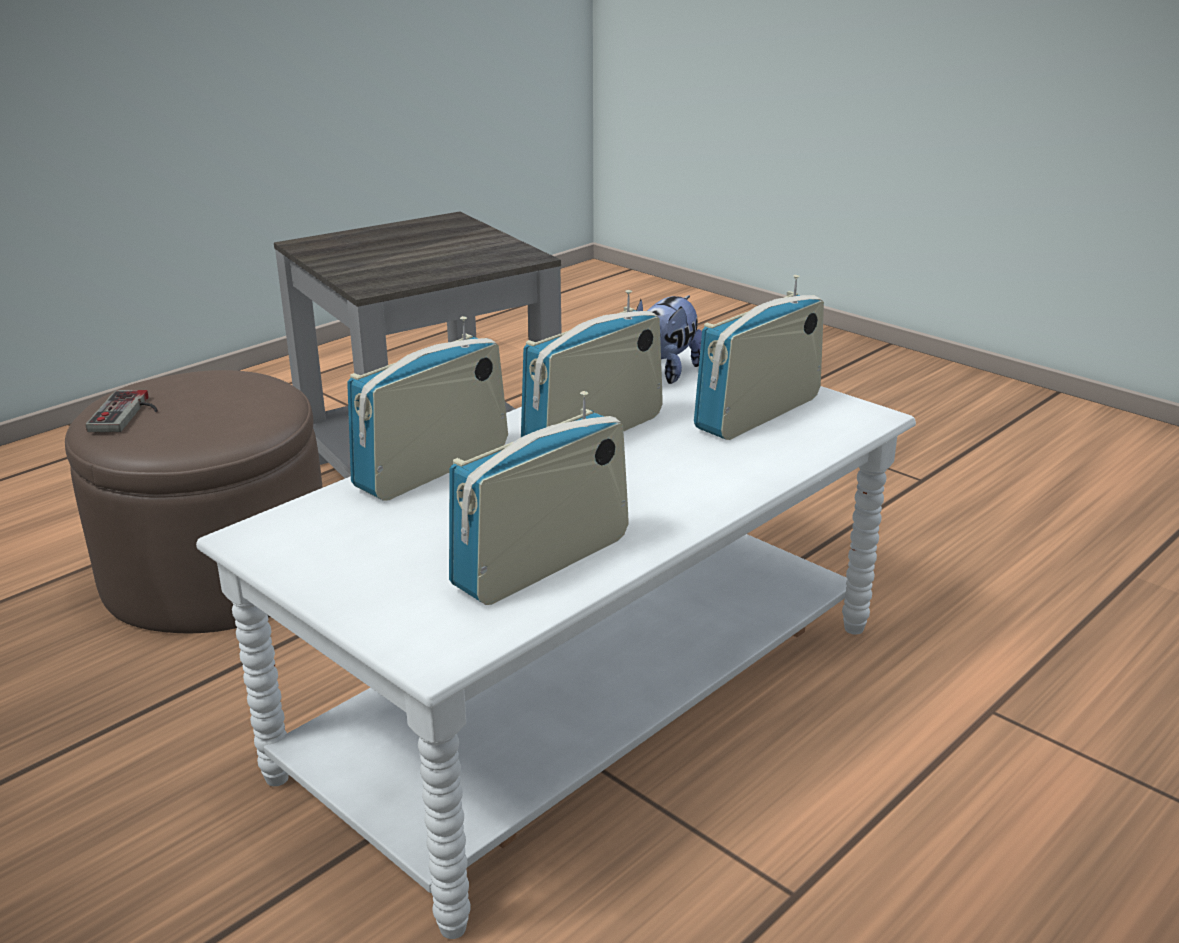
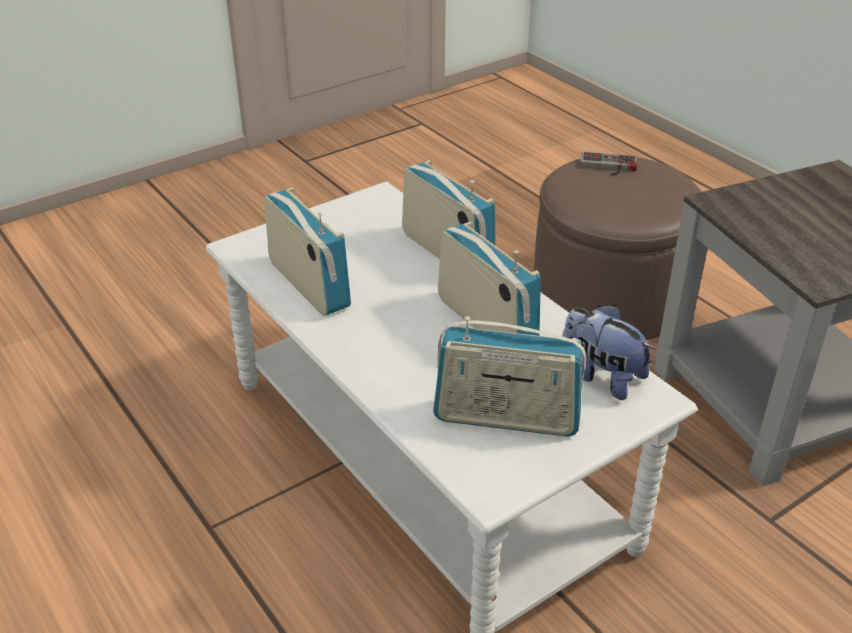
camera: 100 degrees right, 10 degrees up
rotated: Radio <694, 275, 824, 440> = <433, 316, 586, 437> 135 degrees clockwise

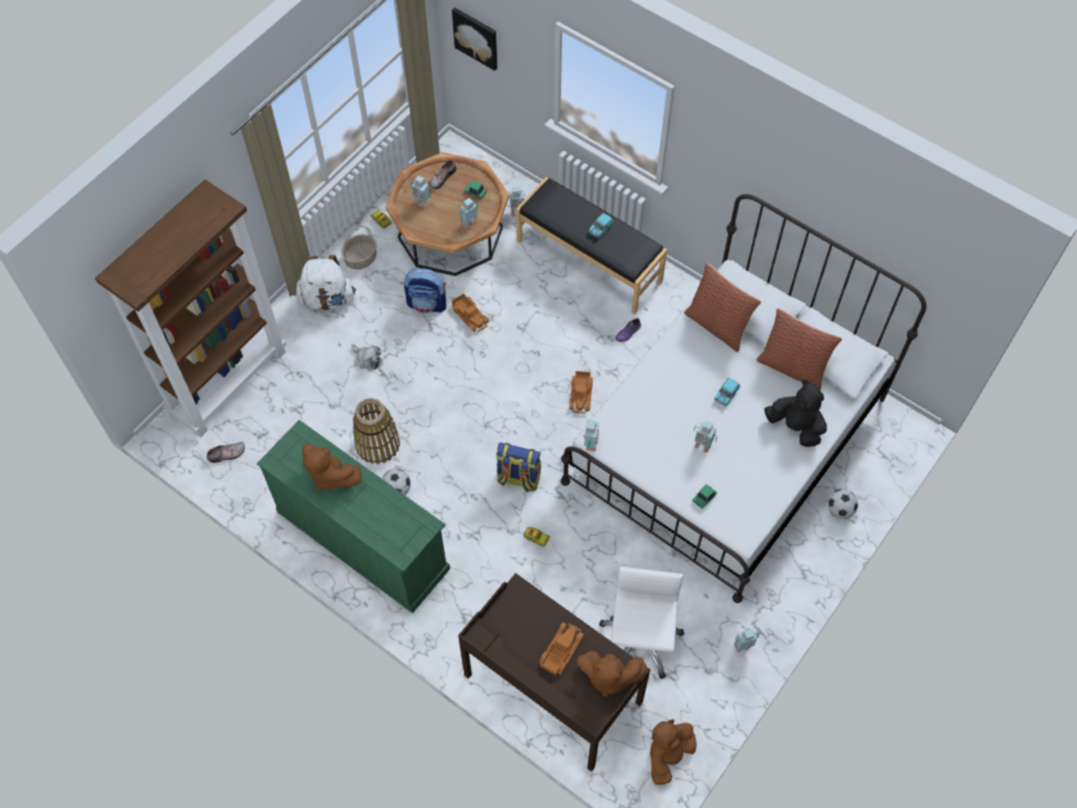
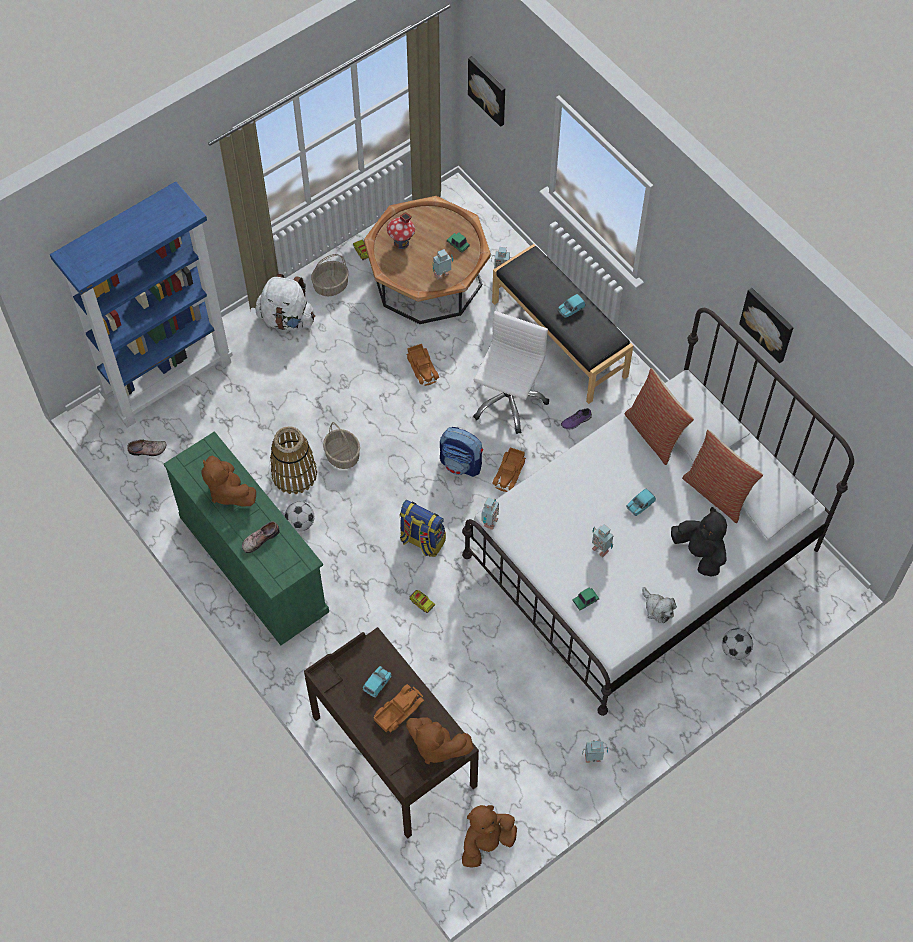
camera: 15 degrees right, 0 degrees up
new: Korb <323, 422, 360, 469>; Spielzeugauto (türkis) <363, 666, 392, 698>; Bild <739, 288, 794, 363>
shifted: Schuh <429, 160, 456, 189> to <242, 521, 280, 553>; Rucksack <404, 268, 446, 313> to <440, 427, 483, 477>; Bürostuhl (weiß) <599, 567, 684, 679> to <473, 311, 549, 434>; Plüschtier <351, 344, 382, 370> to <642, 587, 677, 623>
swapped: Spielzeugroboter <411, 175, 431, 209> to Spielzeughaus <387, 212, 415, 249>
repainted: Bücherregal (braun) <95, 179, 286, 437> to Bücherregal (blau) <50, 181, 233, 428>

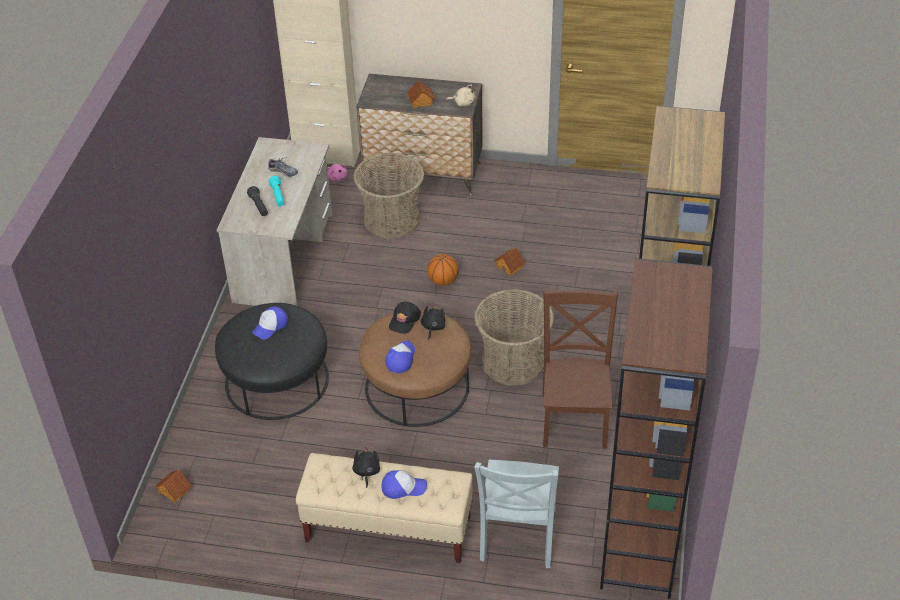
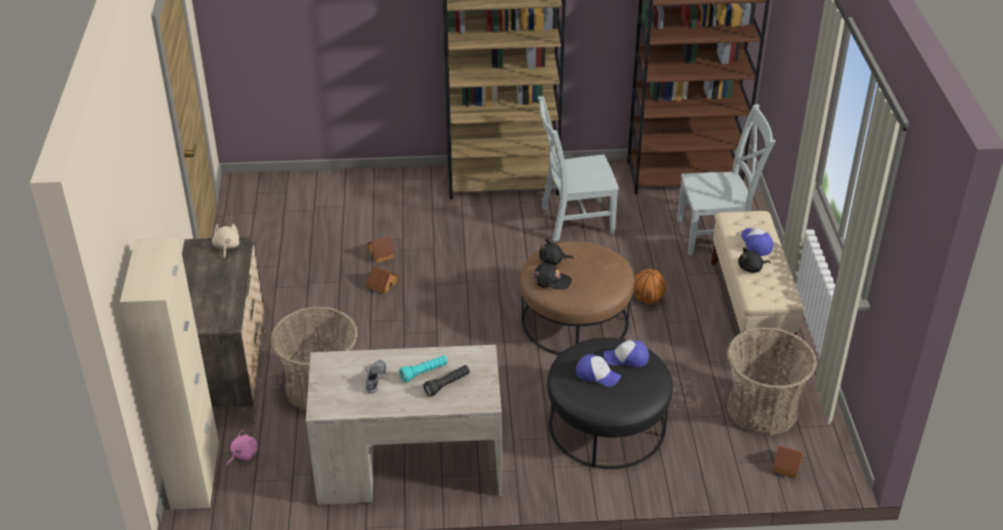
camera: 105 degrees left, 5 degrees down
shifted: Spielzeughaus <407, 80, 435, 108> to <367, 236, 396, 263>; Kappe <385, 341, 415, 373> to <603, 340, 649, 368>; Basketball <427, 254, 459, 286> to <633, 269, 666, 303>; Korb <475, 289, 554, 386> to <727, 327, 817, 436>
repainted: Stuhl (braun) <543, 289, 618, 449> to Stuhl (grau) <538, 96, 619, 242>

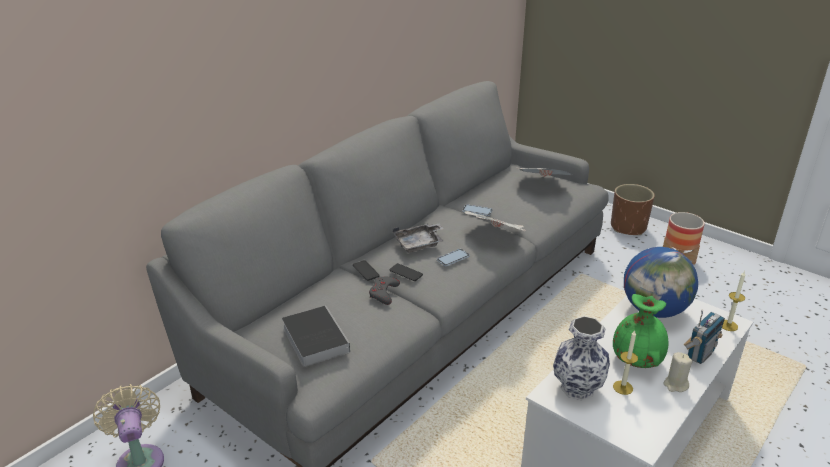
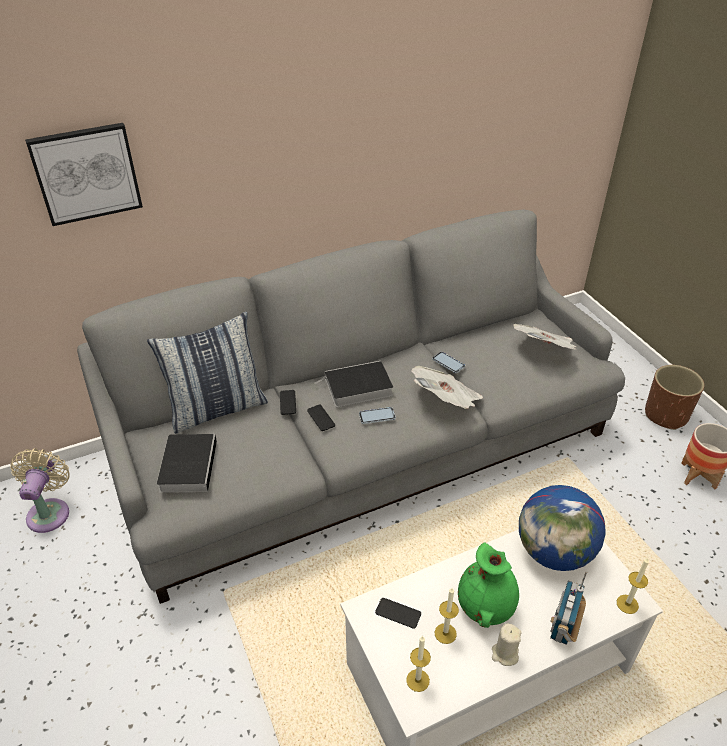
camera: 25 degrees right, 10 degrees up
gone: Gamepad (grau) <369, 277, 400, 305>
new: Bild <25, 123, 143, 226>; Kissen <147, 312, 268, 434>; Kerze <406, 636, 431, 692>
swapped: Tablett (grau) <393, 223, 443, 253> to Buch <315, 361, 393, 407>; Vase <553, 316, 610, 401> to Handy <375, 598, 421, 629>
rotated: Radio <684, 309, 725, 364> = <550, 571, 587, 645> 135 degrees clockwise

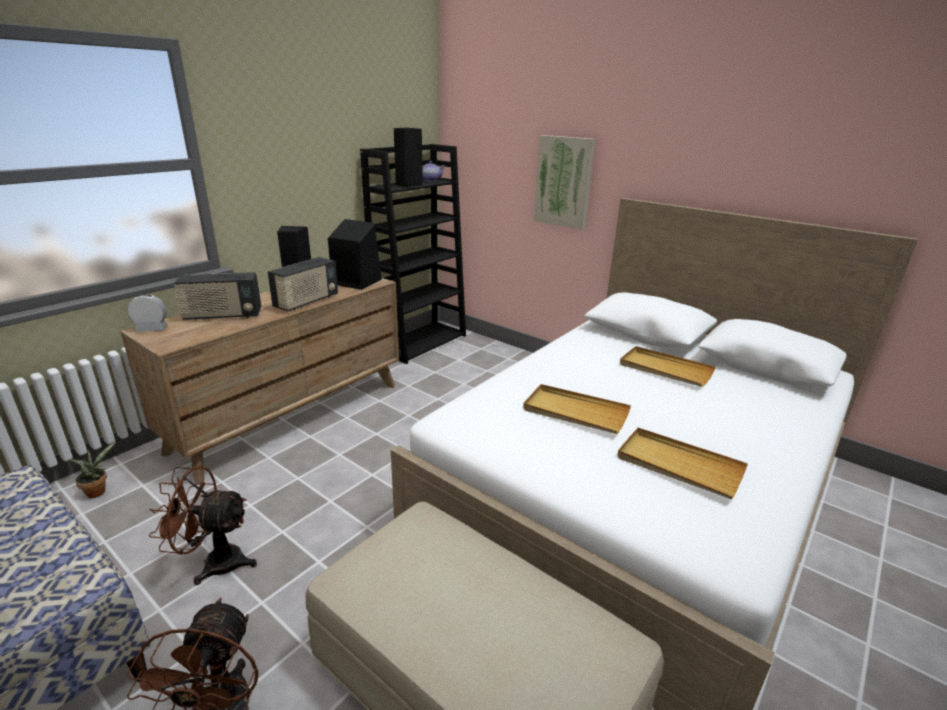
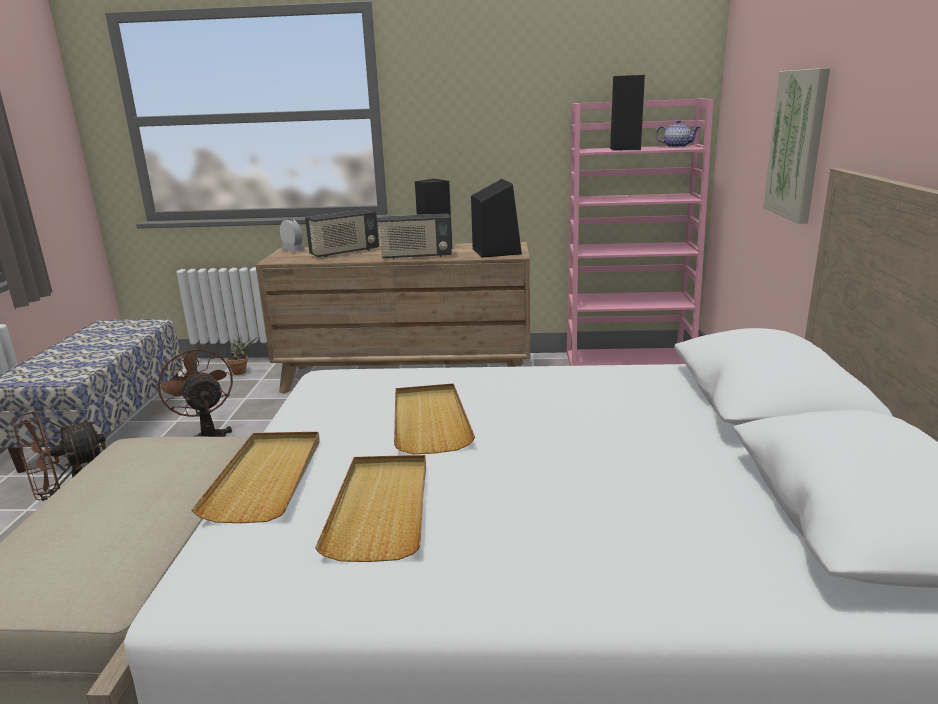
camera: 55 degrees right, 5 degrees down
shifted: Tablett (beige) <620, 346, 716, 387> to <192, 432, 320, 523>
repainted: Bücherregal (schwarz) <360, 144, 466, 364> to Bücherregal (rosa) <567, 99, 714, 366>
rotated: Radio <174, 272, 261, 321> = <305, 210, 379, 257> 75 degrees counterclockwise

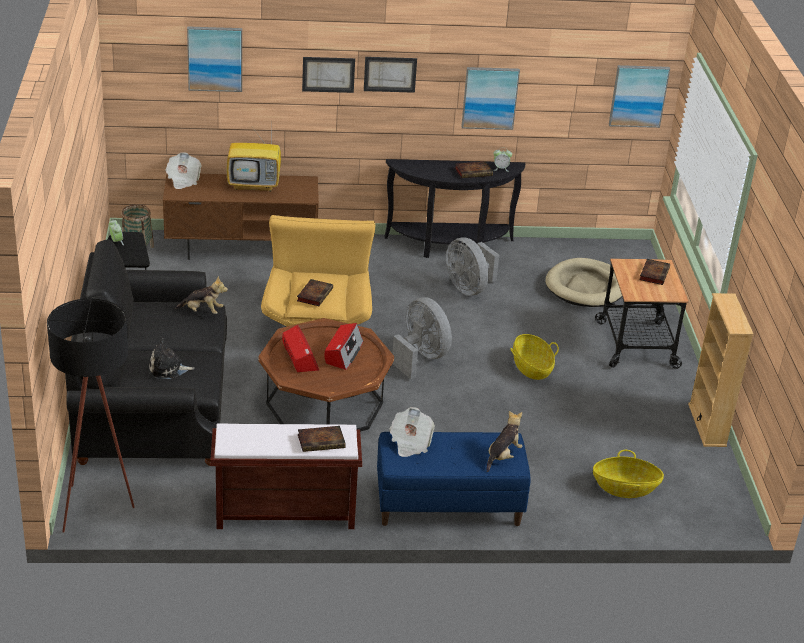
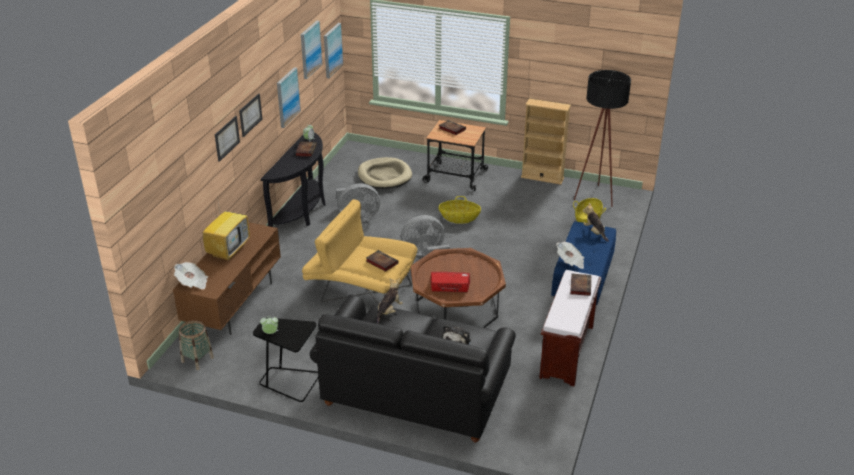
camera: 65 degrees left, 0 degrees up
gone: Radio <325, 323, 363, 370>
shifted: Bild <187, 26, 242, 92> to <301, 21, 323, 79>; Stehlampe (schwarz) <47, 298, 135, 533> to <574, 70, 631, 207>

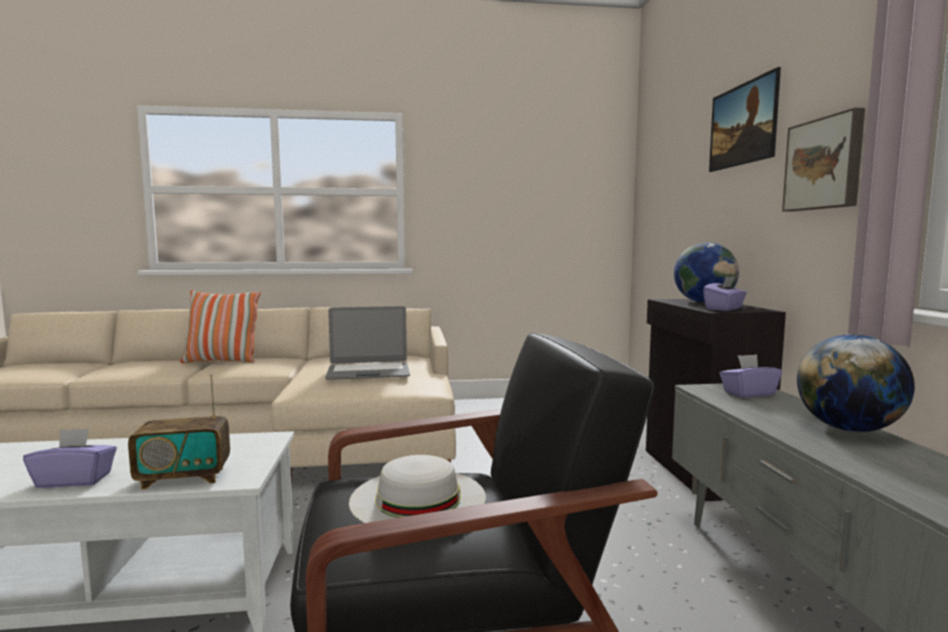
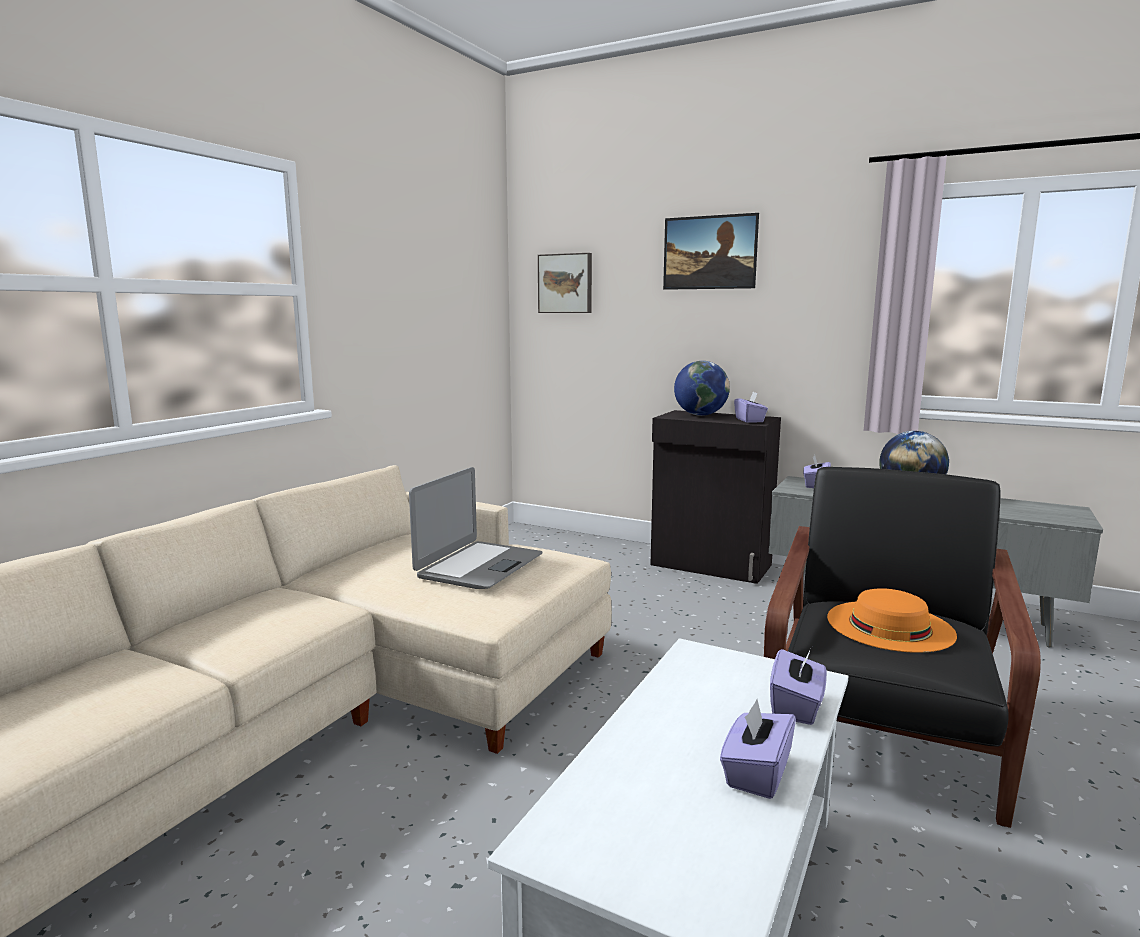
camera: 55 degrees left, 5 degrees up
gone: Kissen <180, 290, 261, 363>
shifted: Bild <782, 108, 865, 211> to <538, 253, 592, 313>
swapped: Radio <128, 374, 230, 490> to Taschentuchbox (lila) <770, 647, 827, 725>
repainted: Hut (weiß) <349, 455, 486, 523> to Hut (orange) <827, 588, 957, 653>

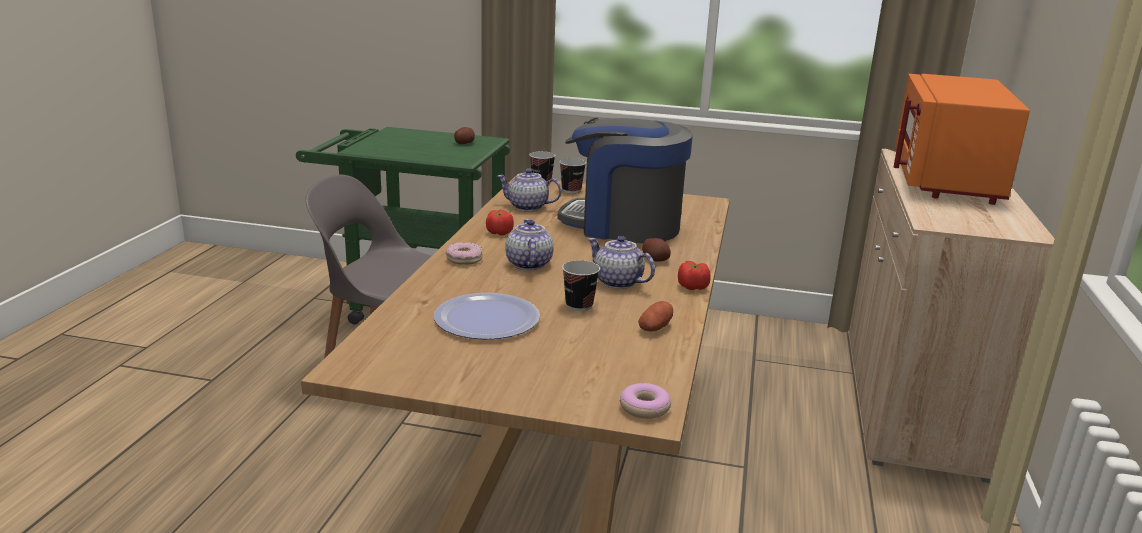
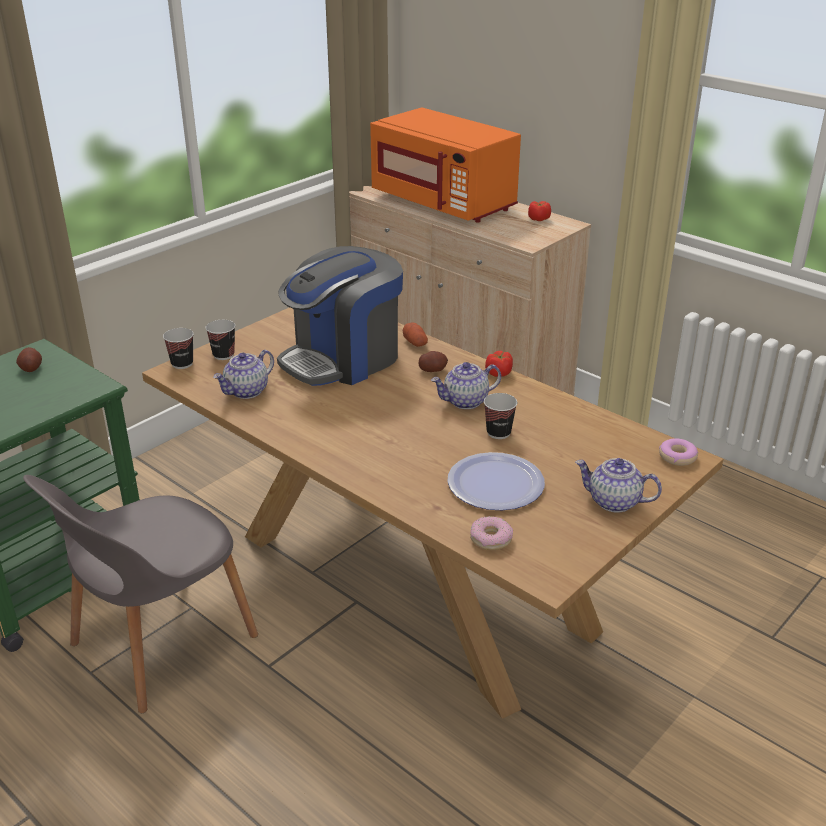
camera: 60 degrees left, 10 degrees up
shifted: Kartoffel <638, 301, 673, 332> to <403, 322, 428, 347>; Donut <446, 242, 483, 265> to <470, 516, 513, 550>; Tomate <486, 210, 514, 236> to <528, 201, 551, 221>; Teekanne <505, 219, 554, 270> to <575, 458, 662, 513>

